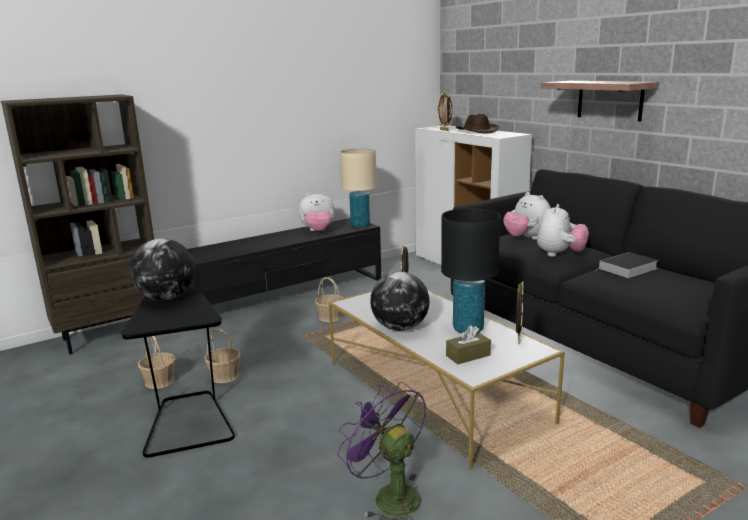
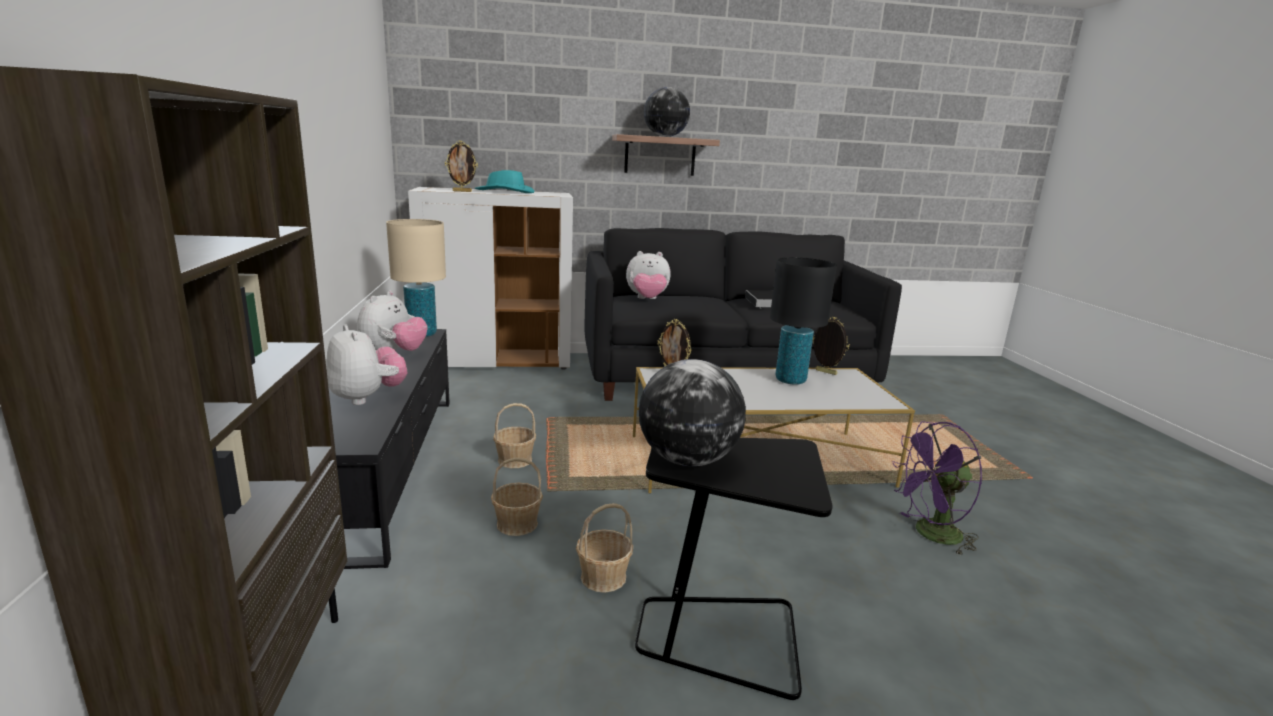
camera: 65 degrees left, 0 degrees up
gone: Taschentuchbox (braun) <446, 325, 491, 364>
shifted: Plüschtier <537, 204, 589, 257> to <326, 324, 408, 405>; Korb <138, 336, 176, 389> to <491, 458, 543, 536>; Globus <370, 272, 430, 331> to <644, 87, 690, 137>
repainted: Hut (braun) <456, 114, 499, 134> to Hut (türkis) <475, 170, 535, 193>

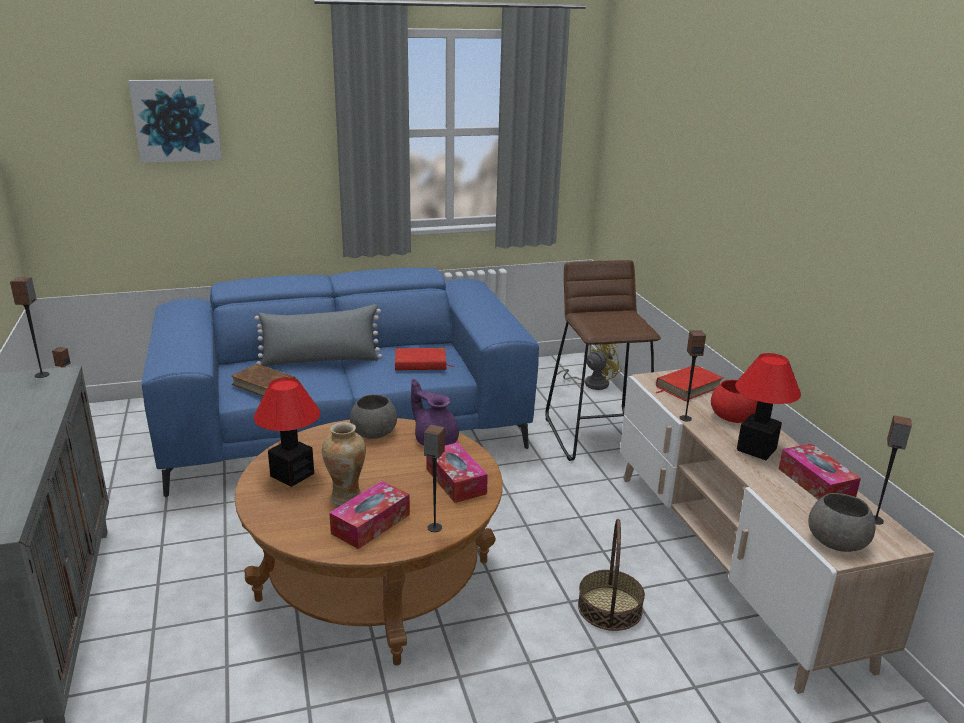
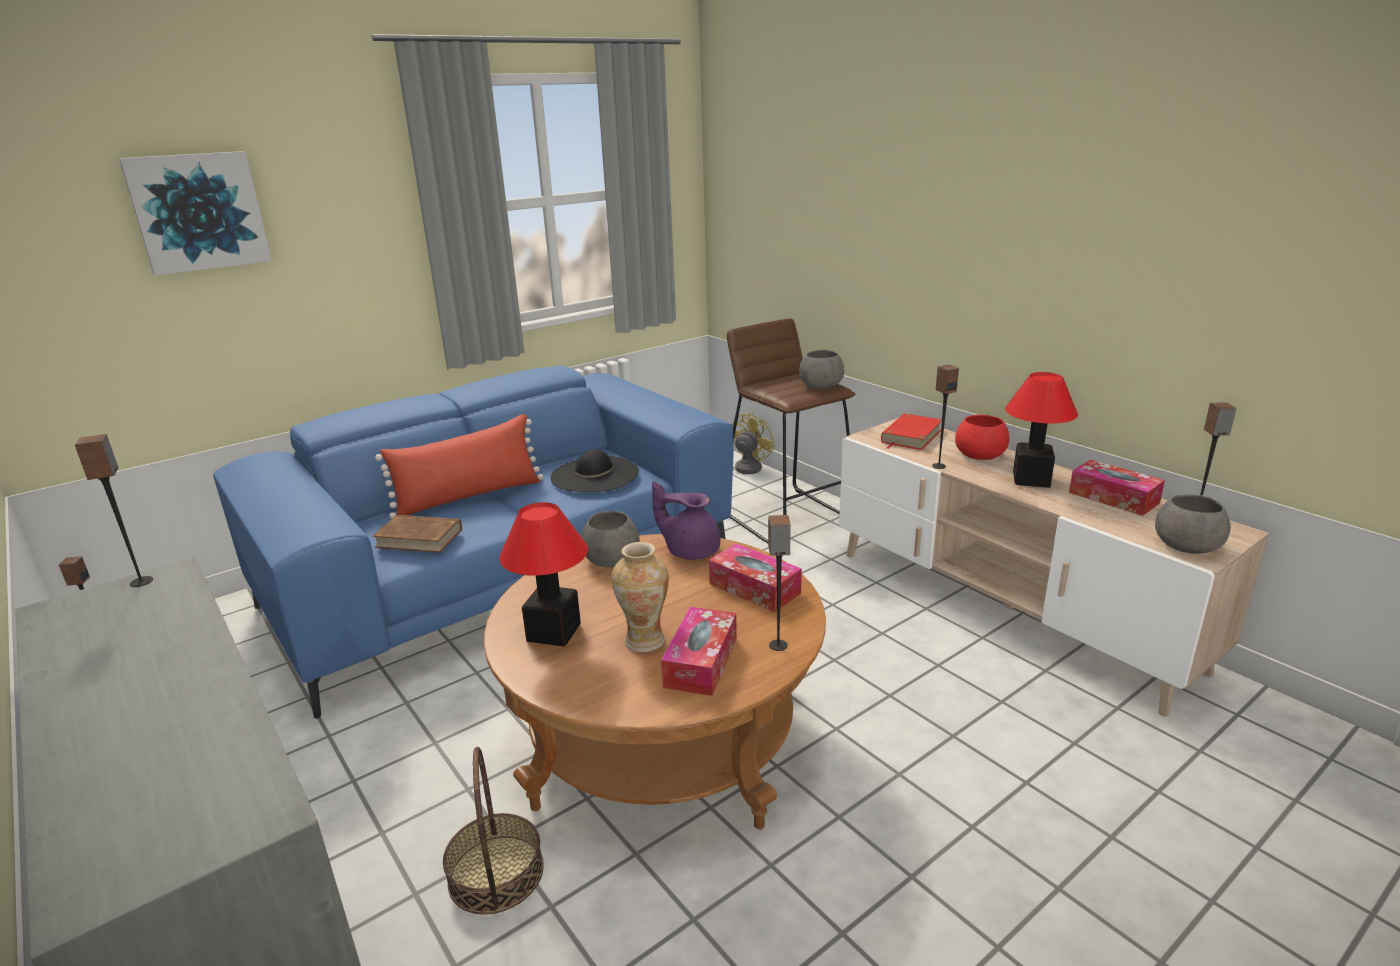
camera: 20 degrees left, 0 degrees up
new: Schüssel (grau) <799, 350, 844, 389>
shifted: Korb <578, 519, 645, 631> to <443, 747, 544, 915>
swapped: Buch (rot) <395, 348, 454, 370> to Hut (schwarz) <551, 449, 639, 492>
repainted: Kissen (grau) <254, 304, 382, 367> to Kissen (rot) <375, 414, 543, 519>

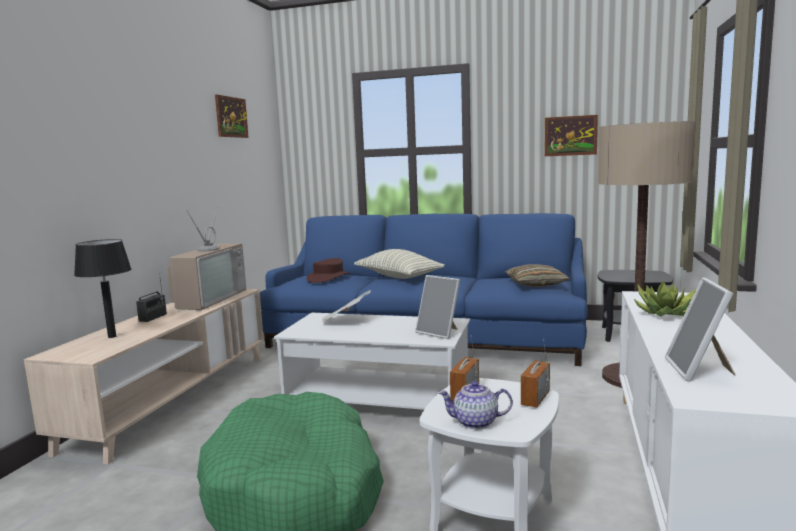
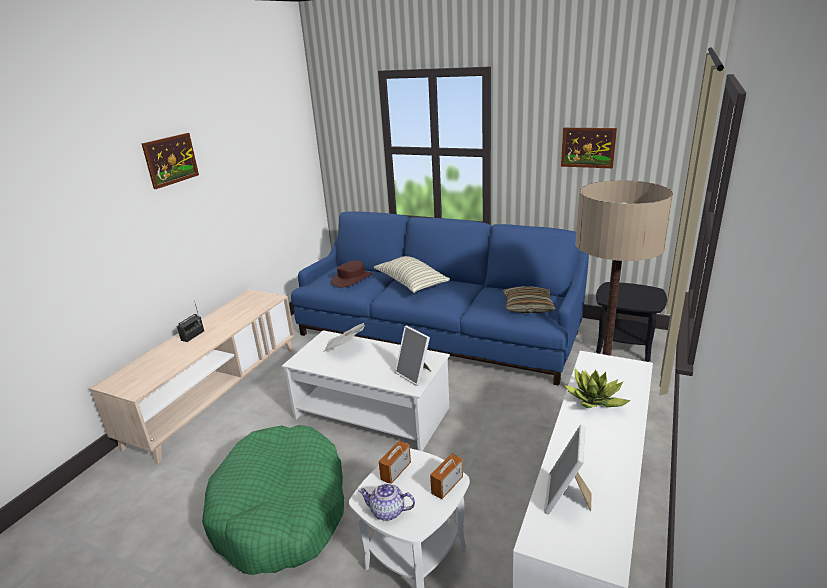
camera: 10 degrees right, 15 degrees up
gone: Tischlampe (schwarz) <74, 239, 131, 338>; Fernseher <167, 205, 246, 310>
shifted: Bild <215, 95, 249, 138> to <141, 133, 199, 189>

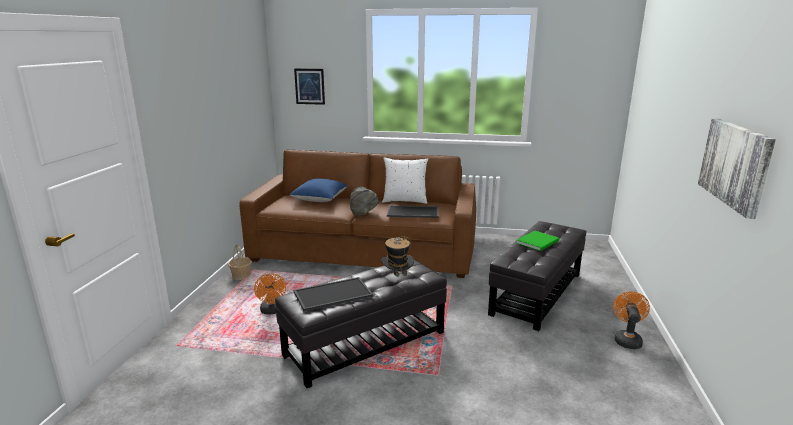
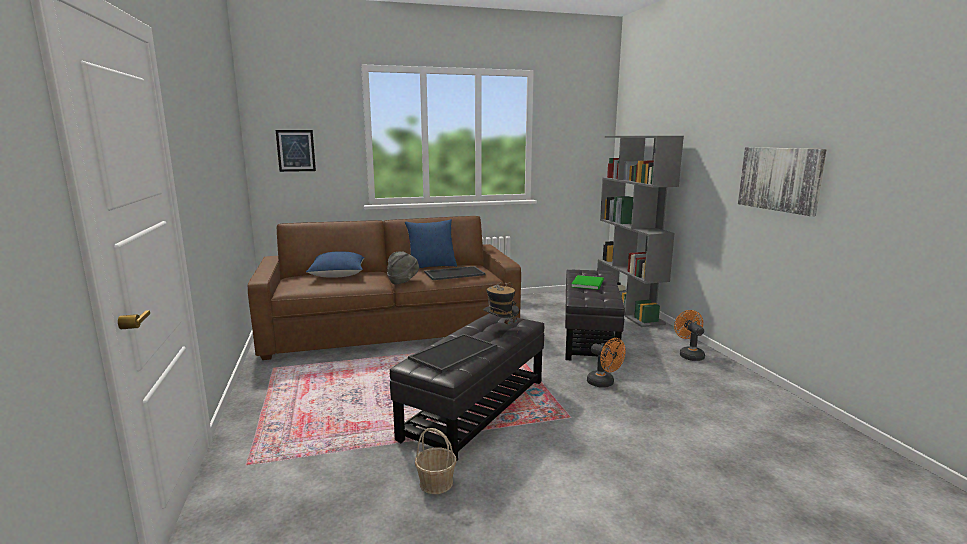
camera: 25 degrees left, 5 degrees down
new: Bücherregal (grau) <597, 136, 684, 327>
shifted: Korb <228, 244, 252, 280> to <415, 428, 457, 494>; Ventilator (orange) <254, 273, 286, 315> to <587, 338, 626, 388>
repainted: Kissen (weiß) <382, 157, 428, 204> to Kissen (blau) <405, 219, 457, 268>

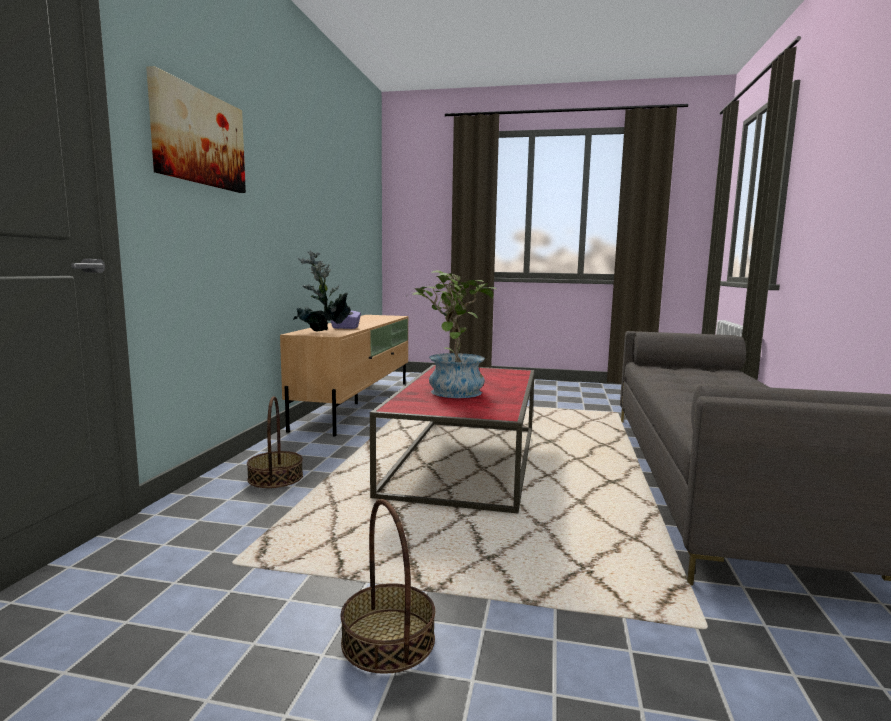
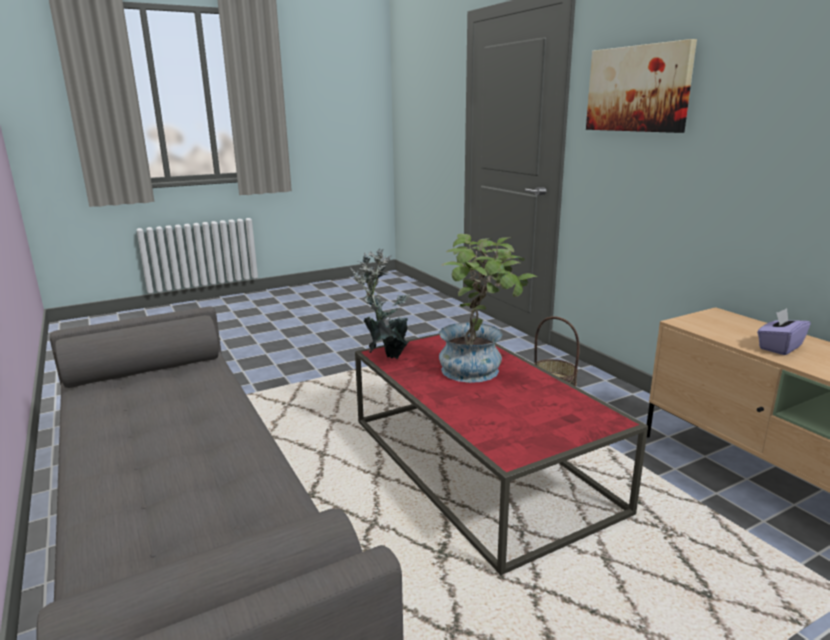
camera: 140 degrees right, 10 degrees up
gone: Korb <341, 499, 435, 674>
shifted: Topfpflanze <293, 250, 351, 331> to <350, 249, 411, 359>

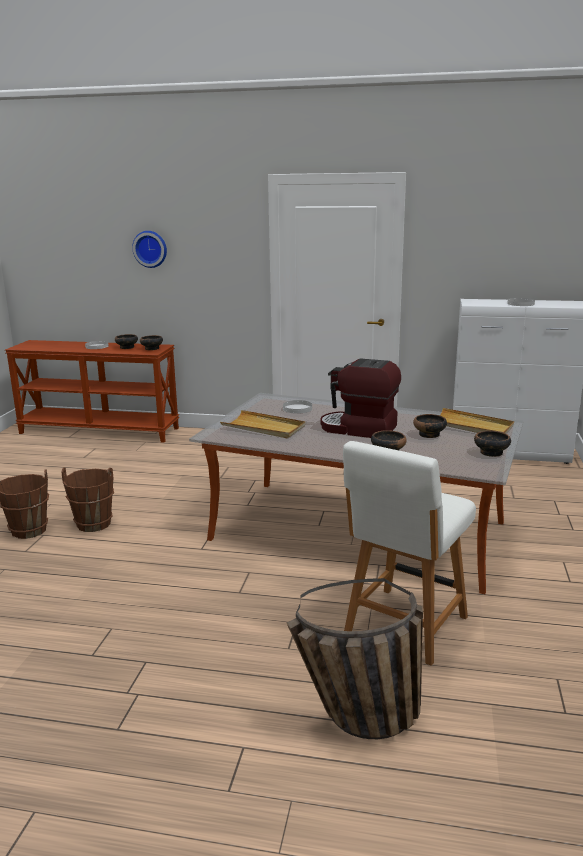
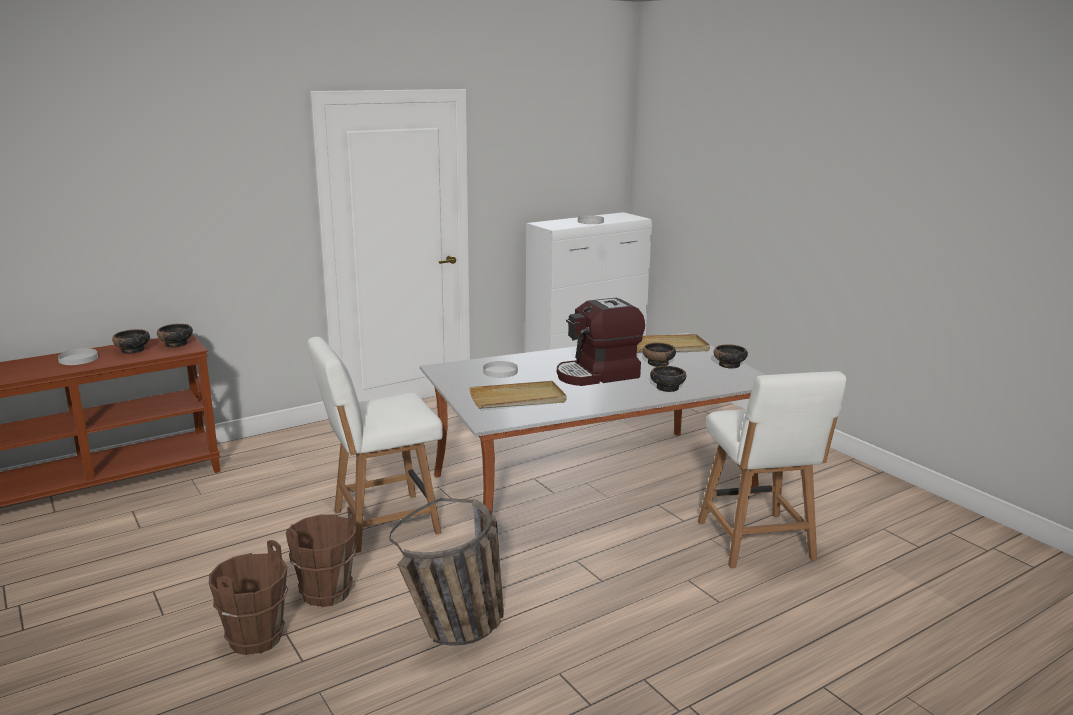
camera: 45 degrees left, 0 degrees up
gone: Wanduhr <132, 231, 167, 268>
new: Stuhl (weiß) <308, 337, 443, 553>
shifted: Korb <286, 578, 423, 739> to <389, 498, 504, 646>

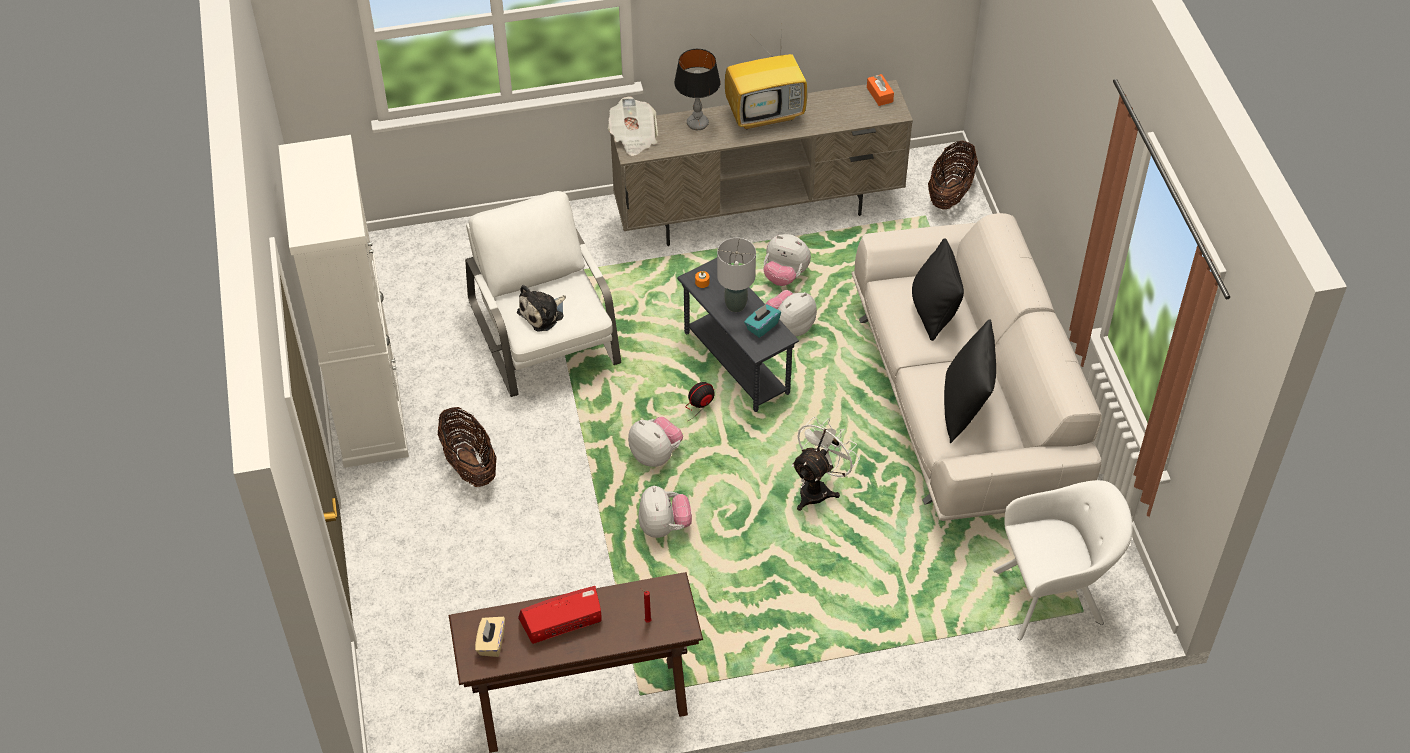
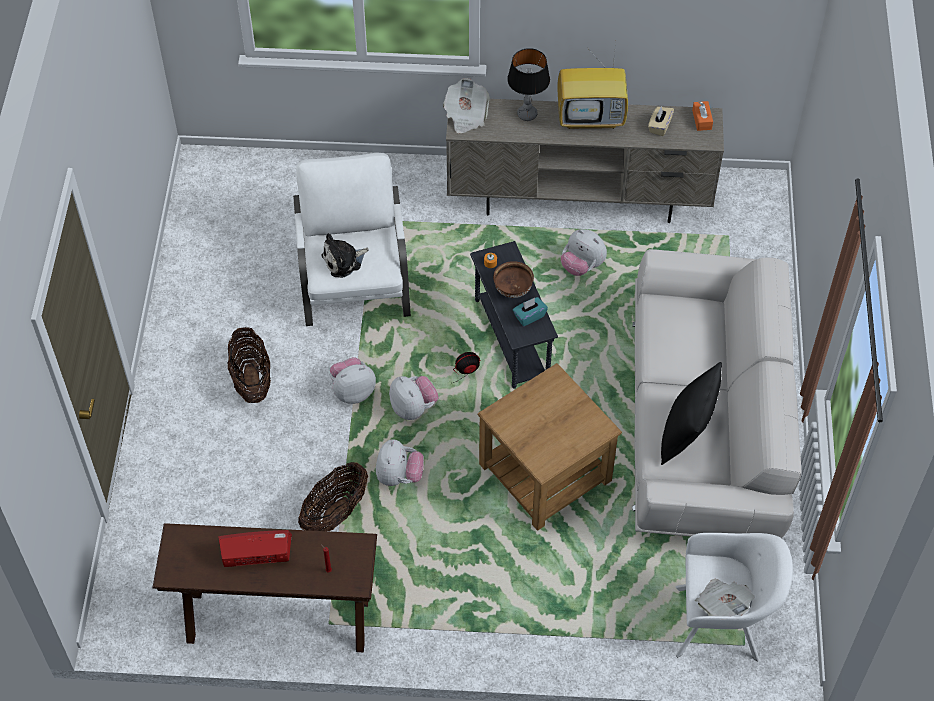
camera: 15 degrees right, 5 degrees up
gone: Schrank (weiß) <278, 135, 409, 468>; Kissen (schwarz) <912, 238, 964, 341>
new: Zeitung <695, 579, 755, 620>
shifted: Korb <928, 141, 978, 210> to <298, 462, 368, 531>; Plüschtier <766, 290, 817, 337> to <330, 357, 376, 404>; Taschentuchbox (beige) <475, 617, 505, 657> to <648, 106, 674, 136>
swapped: Ventilator (weiß) <792, 417, 860, 511> to Beistelltisch (braun) <478, 363, 622, 531>; Tischlampe (grau) <717, 238, 756, 312> to Schüssel (braun) <493, 261, 534, 298>

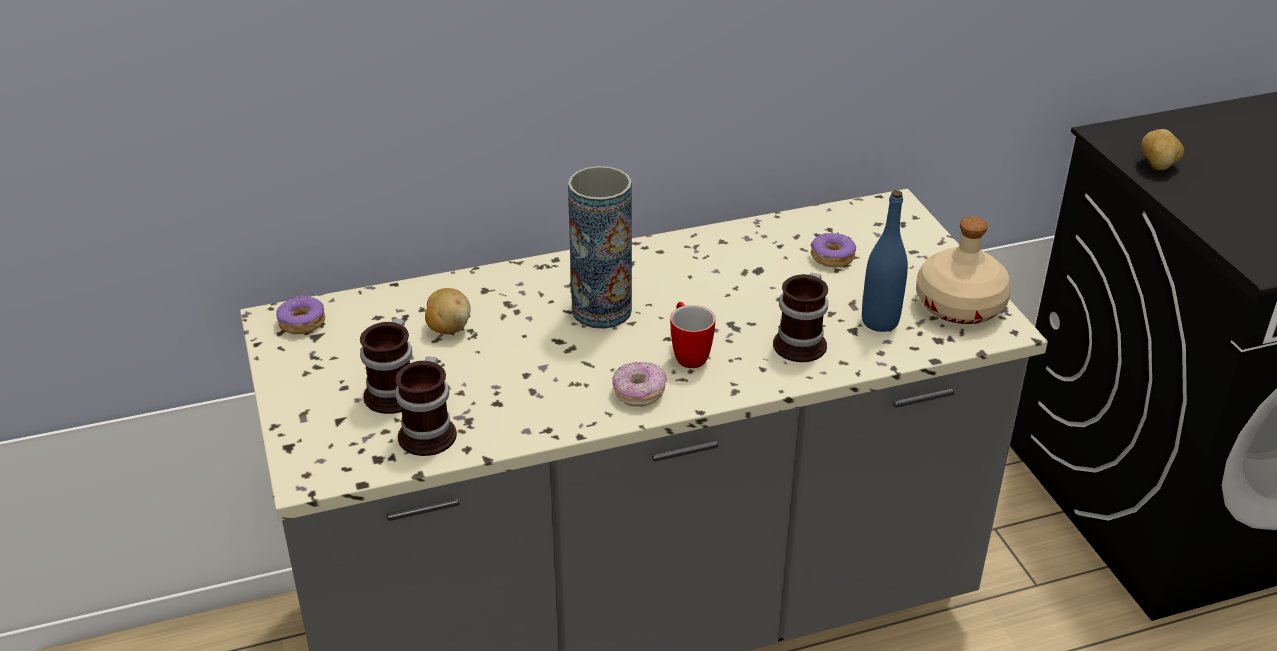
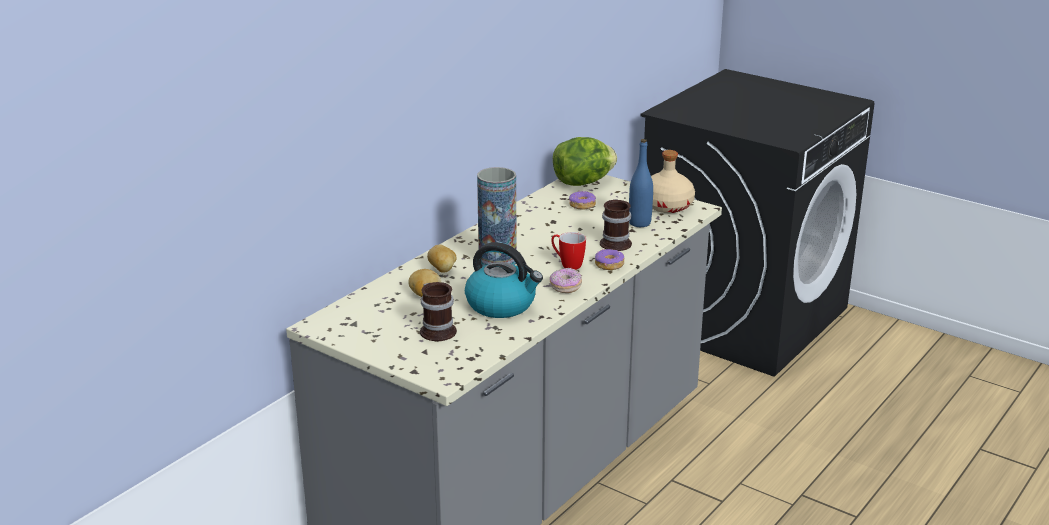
camera: 35 degrees left, 10 degrees down
gone: Henkelbecher <395, 356, 457, 456>
new: Wasserkessel <465, 242, 543, 318>; Salatkopf <553, 137, 617, 186>
shifted: Kartoffel <1141, 129, 1184, 170> to <427, 245, 457, 273>; Donut <276, 295, 325, 334> to <595, 249, 624, 270>

